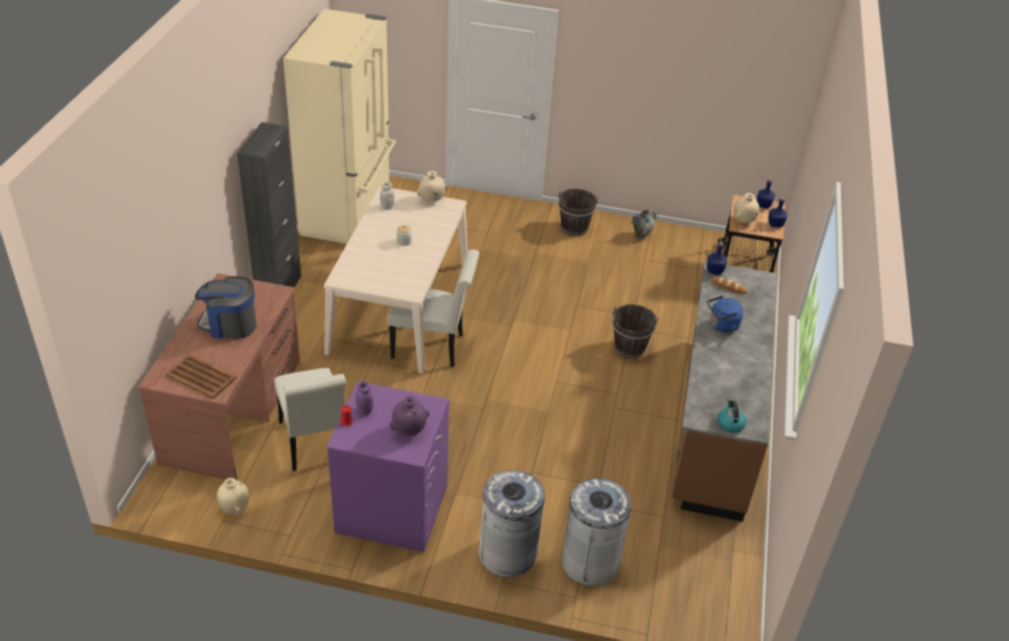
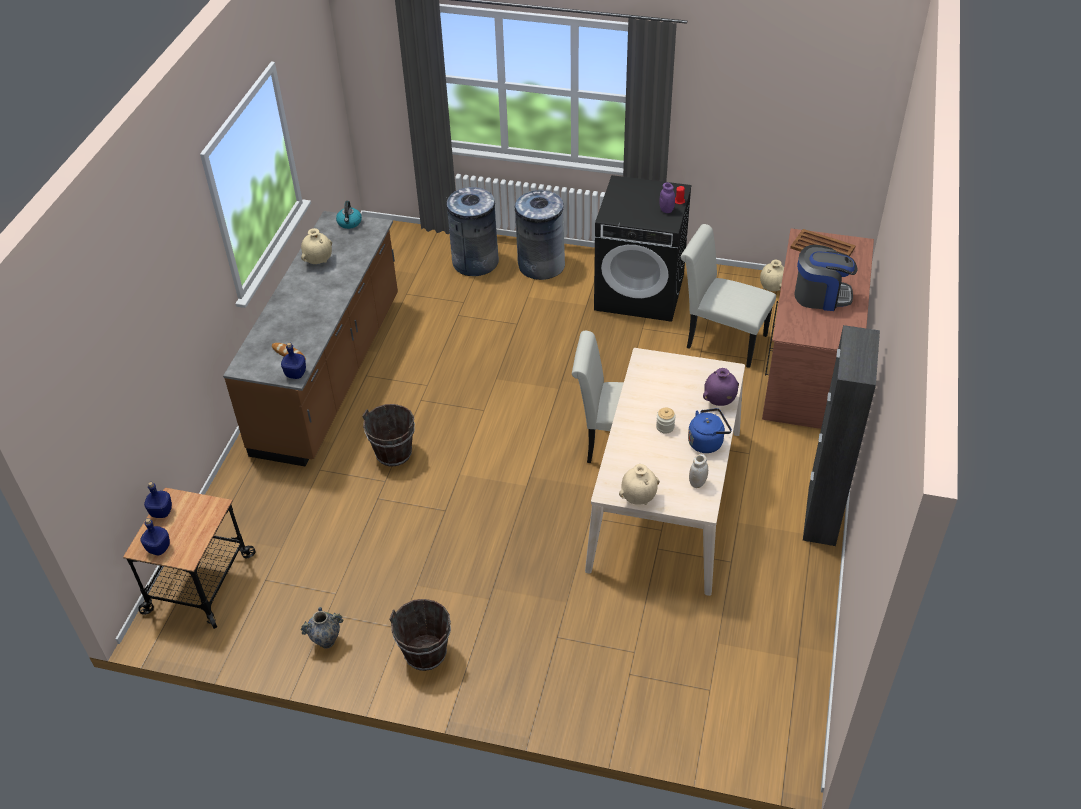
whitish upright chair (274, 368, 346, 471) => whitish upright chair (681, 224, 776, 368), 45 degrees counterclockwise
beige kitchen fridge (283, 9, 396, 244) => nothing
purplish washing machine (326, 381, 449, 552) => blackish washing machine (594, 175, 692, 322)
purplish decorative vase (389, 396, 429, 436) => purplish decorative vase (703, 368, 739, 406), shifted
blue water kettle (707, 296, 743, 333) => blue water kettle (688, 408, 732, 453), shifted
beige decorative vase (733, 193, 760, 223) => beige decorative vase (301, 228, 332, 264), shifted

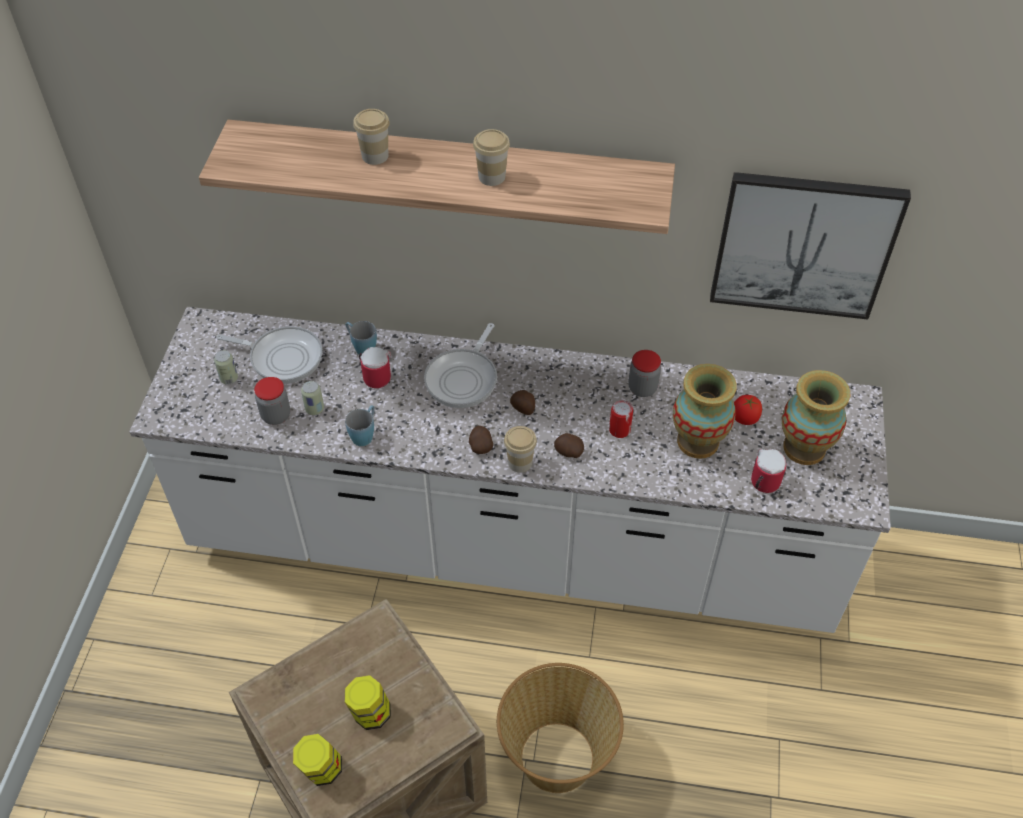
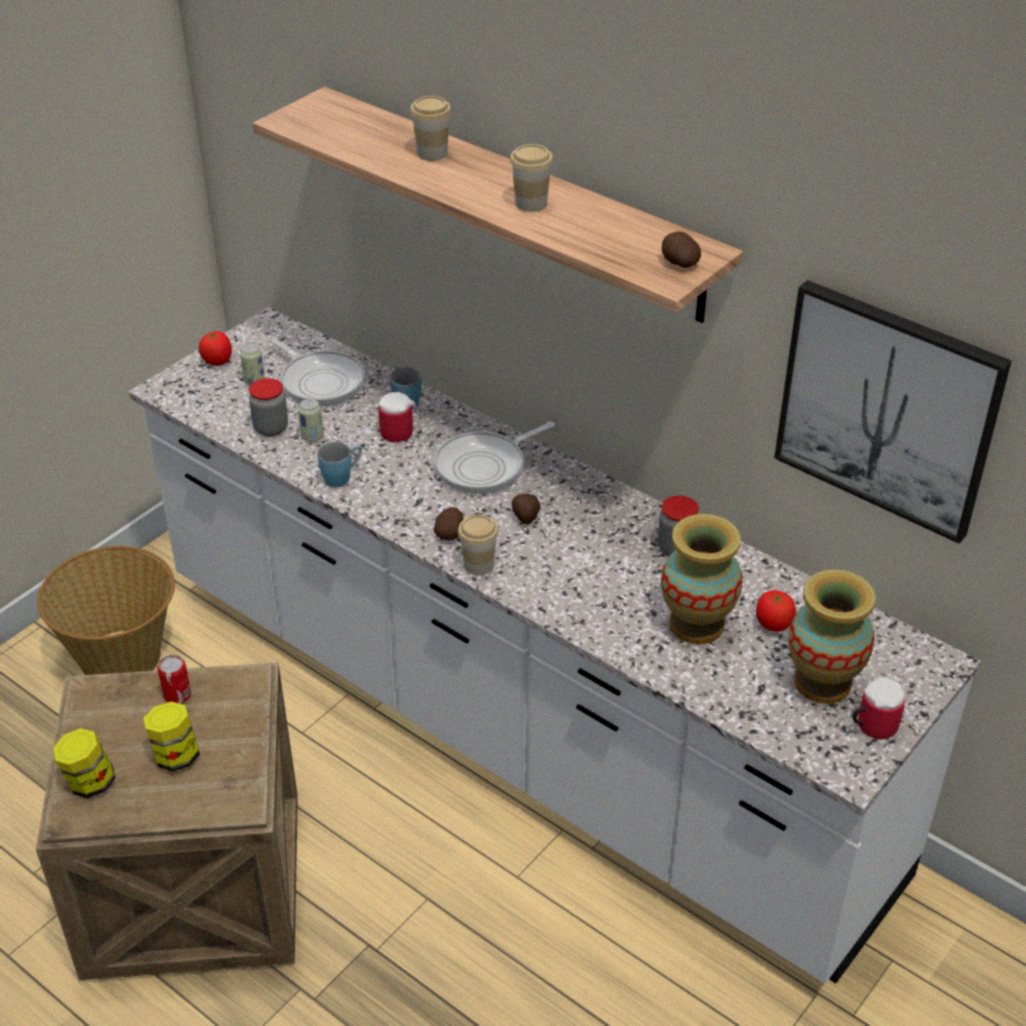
basket (497, 663, 624, 793) => basket (37, 546, 175, 675), shifted
spud (554, 433, 584, 458) => spud (662, 232, 701, 268), shifted
can (609, 400, 633, 438) => can (157, 655, 191, 704), shifted
tea mug (751, 449, 786, 493) => tea mug (853, 676, 905, 739), shifted
nothing => fresh tomato (199, 331, 232, 366)

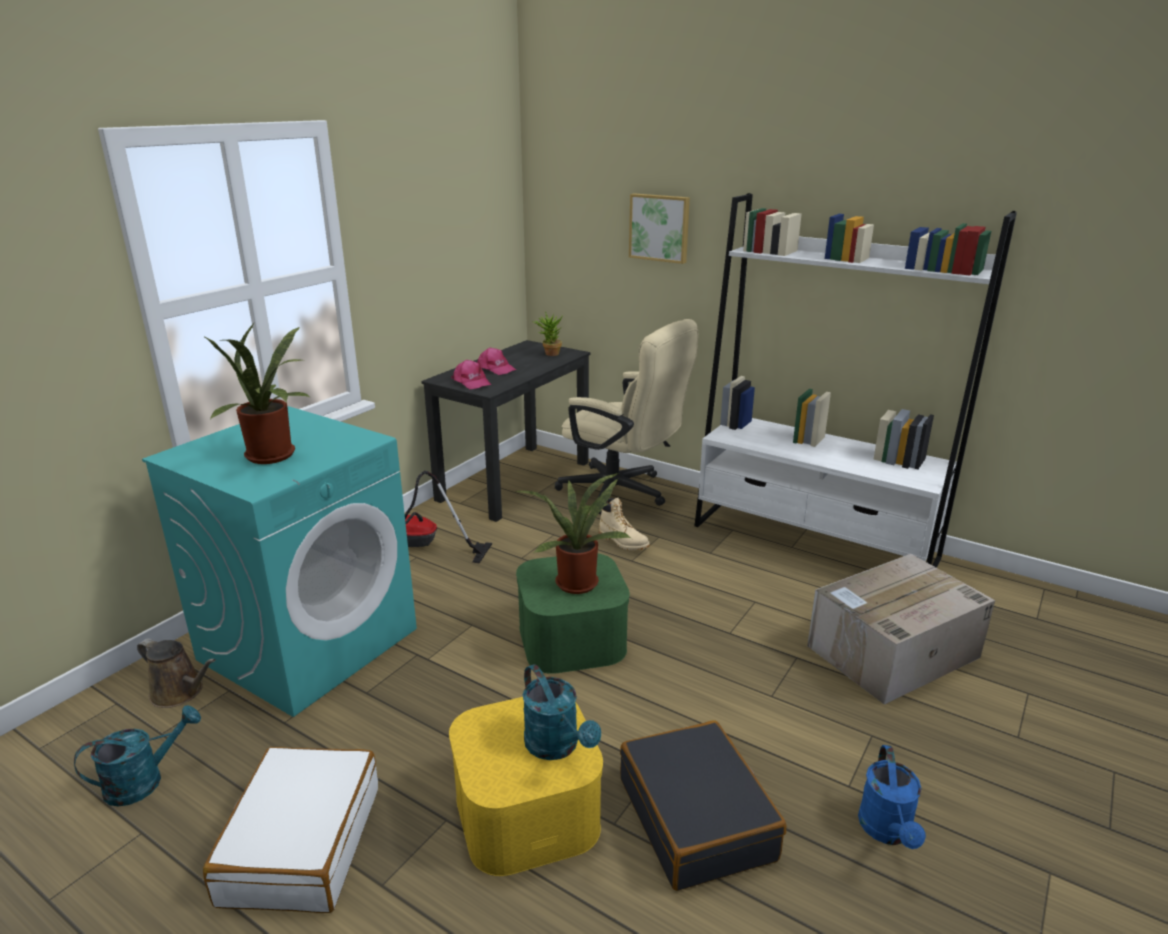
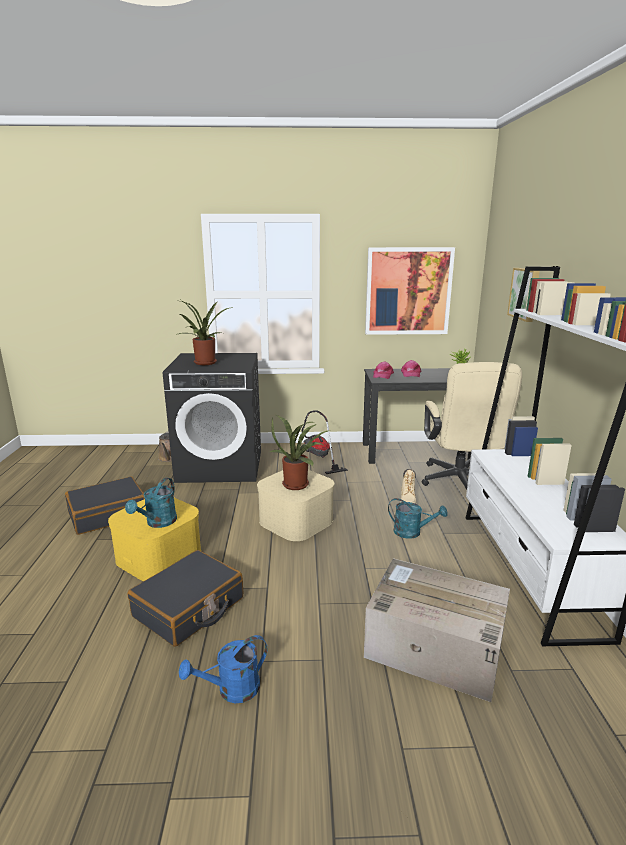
turquoise watering can (74, 705, 201, 807) => turquoise watering can (388, 498, 448, 539), shifted
turquoise washing machine (142, 406, 417, 717) => blackish washing machine (162, 353, 261, 483)
whitish suitcase (203, 747, 378, 913) => blackish suitcase (65, 476, 145, 535)
green-coloured storage container (516, 553, 630, 674) => beige storage container (257, 470, 334, 541)
nothing => wall art (365, 247, 455, 335)

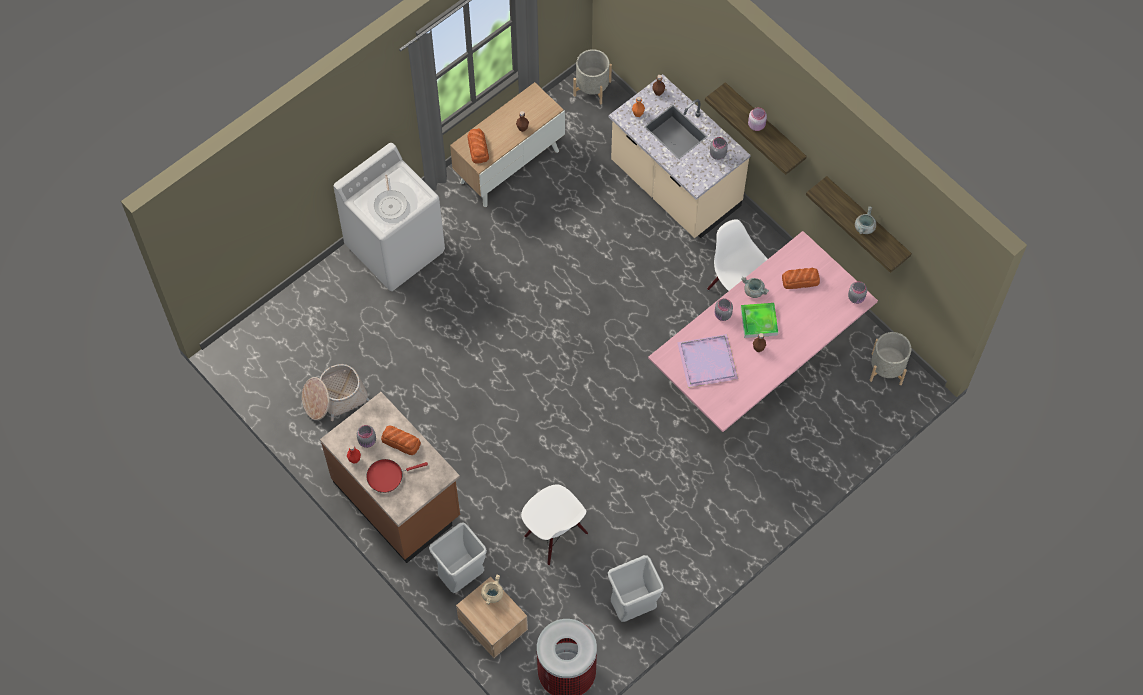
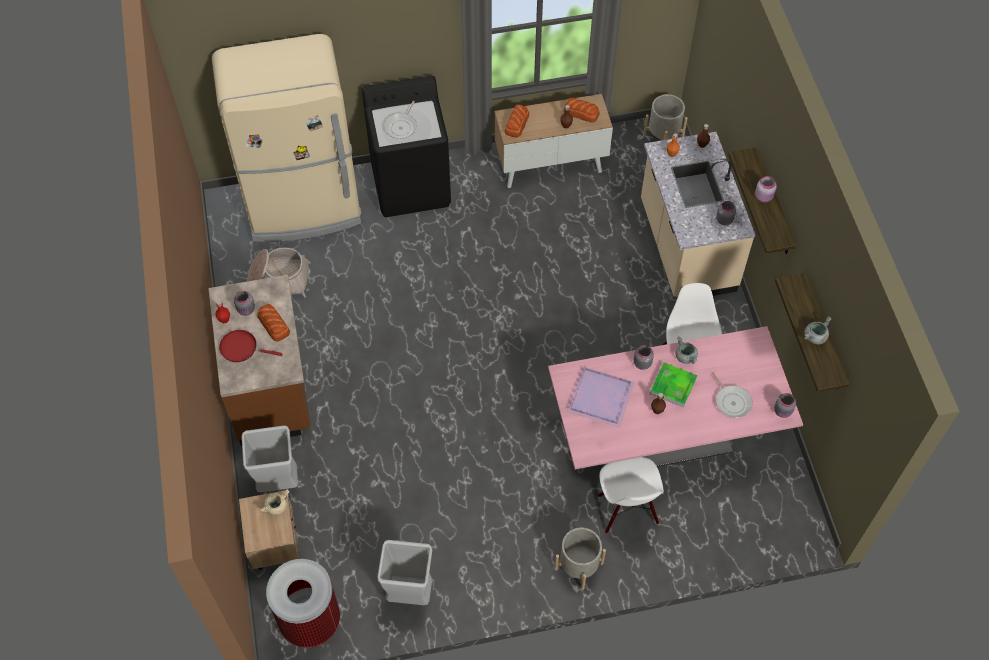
whitish washing machine (333, 143, 445, 291) => blackish washing machine (361, 76, 451, 217)
whitish upright chair (521, 485, 588, 565) => whitish upright chair (598, 457, 664, 533), shifted
bakery bread (782, 268, 820, 289) => bakery bread (563, 98, 600, 122), shifted
grey planter (870, 332, 911, 385) => grey planter (554, 528, 606, 590), shifted
nothing => beige kitchen fridge (212, 34, 361, 242)
nothing => pan (712, 372, 753, 418)

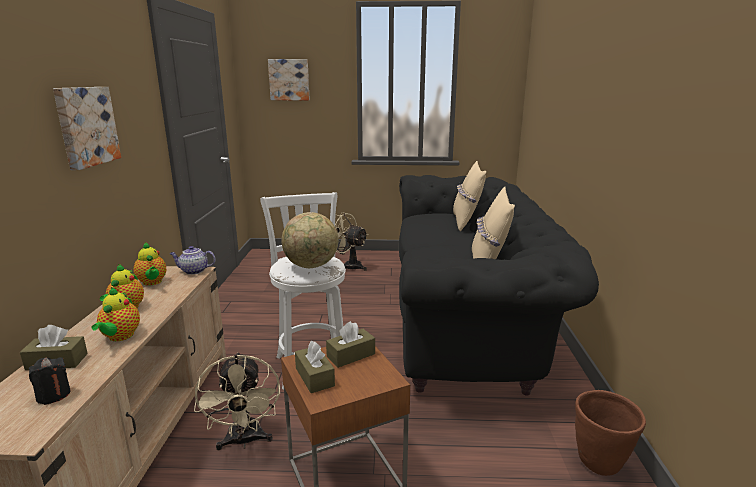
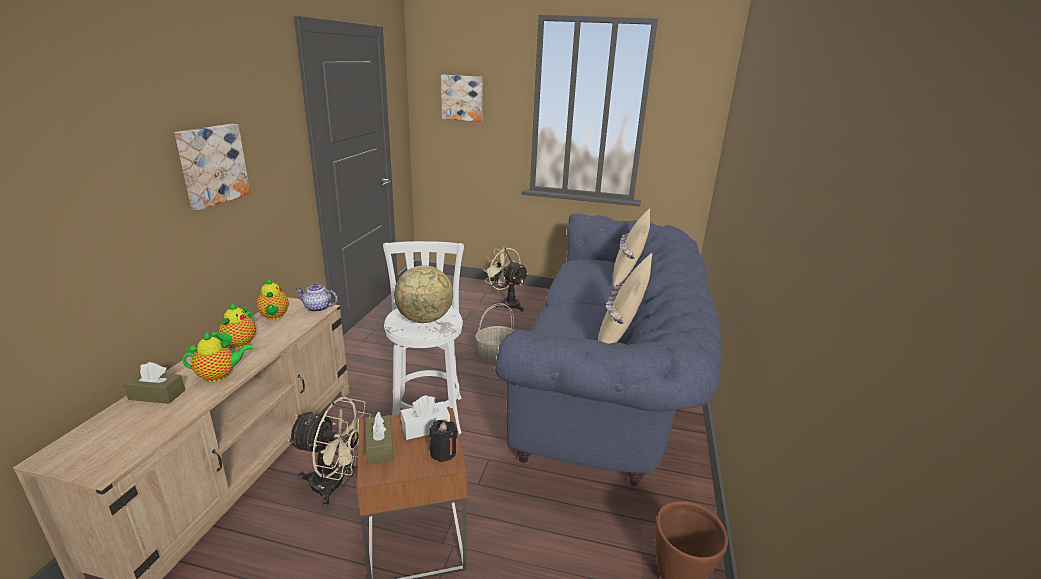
blackish candle (29, 357, 71, 405) => blackish candle (430, 420, 458, 462), shifted
teapot (91, 287, 140, 341) => teapot (182, 332, 253, 382), 120 degrees counterclockwise
beige fan (194, 352, 280, 450) => beige fan (287, 397, 371, 506), 75 degrees counterclockwise
brown-coloured tissue holder (326, 321, 375, 368) => whitish tissue holder (401, 395, 450, 440)
blackish settee (399, 175, 599, 396) => blue settee (495, 214, 722, 486)
nothing => basket (475, 303, 515, 360)

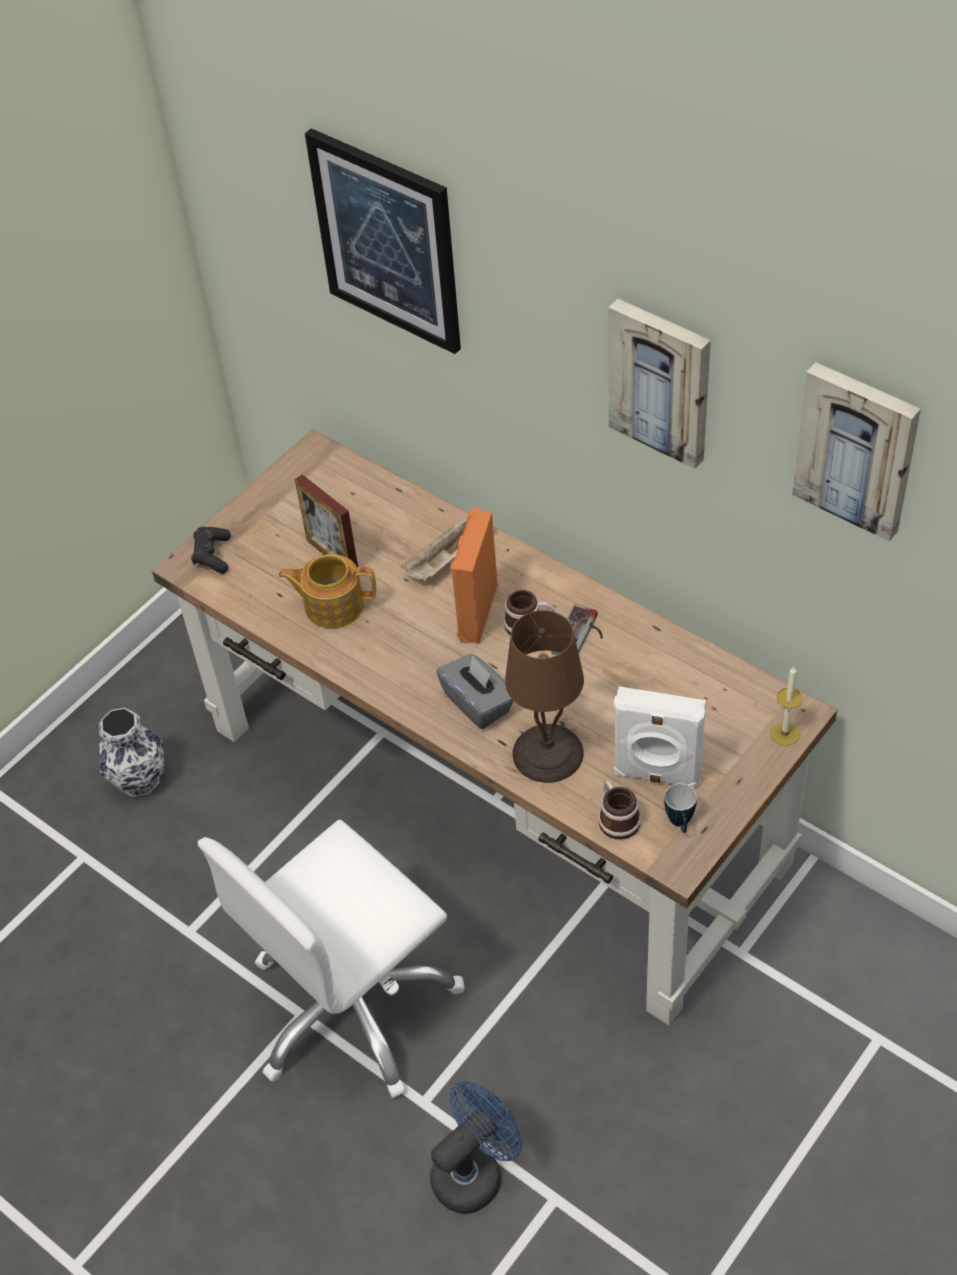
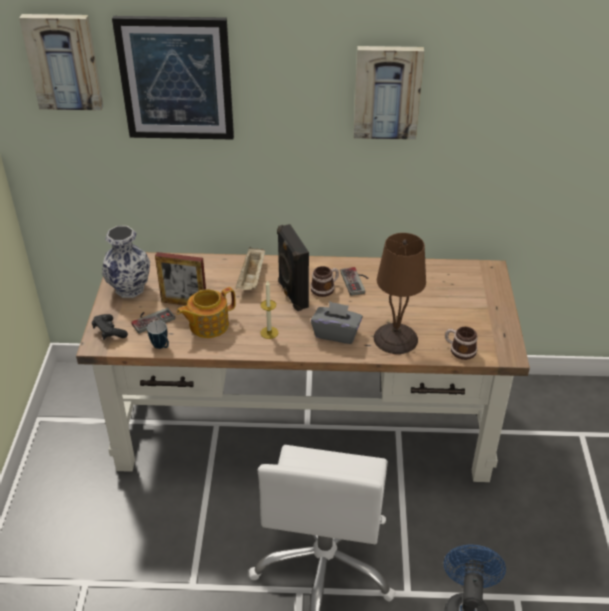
decorative vase (99, 708, 164, 797) => decorative vase (102, 226, 150, 298), shifted
orange-coloured audio speaker (450, 508, 498, 644) => blackish audio speaker (277, 224, 309, 311)
whitish audio speaker (614, 686, 706, 789) => nothing
tea mug (664, 783, 697, 833) => tea mug (147, 321, 169, 349), shifted
candle (770, 667, 803, 746) => candle (261, 280, 278, 339), shifted
wall art (792, 362, 921, 542) => wall art (19, 14, 103, 110), shifted
nothing => gamepad (131, 307, 175, 334)

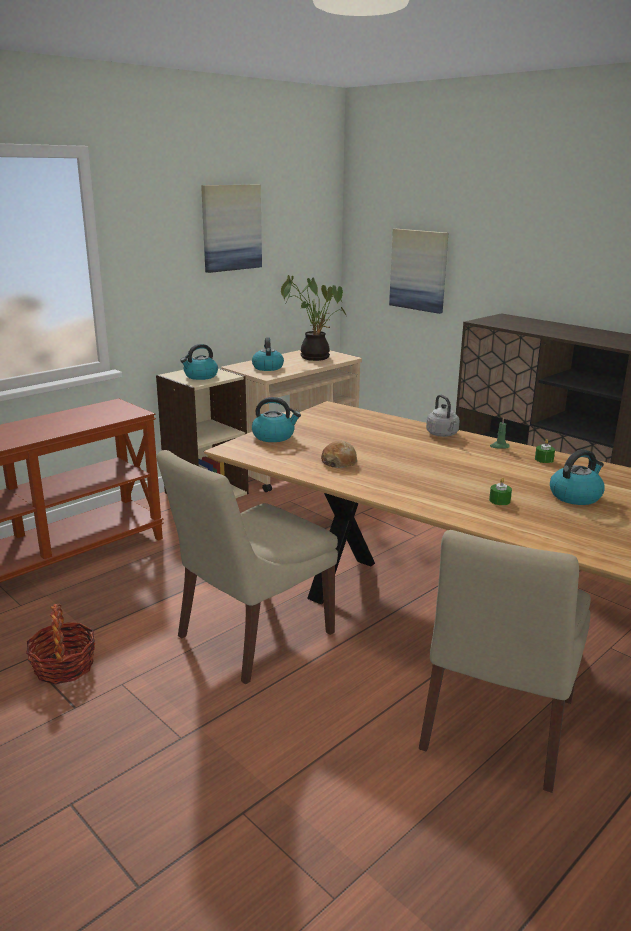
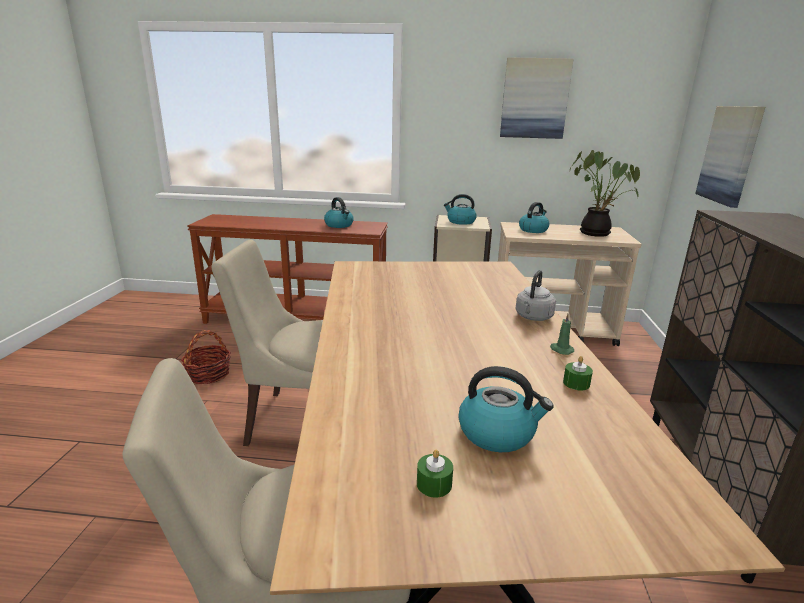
water kettle (252, 397, 301, 442) => water kettle (324, 197, 354, 228), shifted
bakery bread (321, 440, 357, 468) => nothing
green-coloured candle (489, 478, 512, 505) => green-coloured candle (417, 449, 453, 498), shifted

